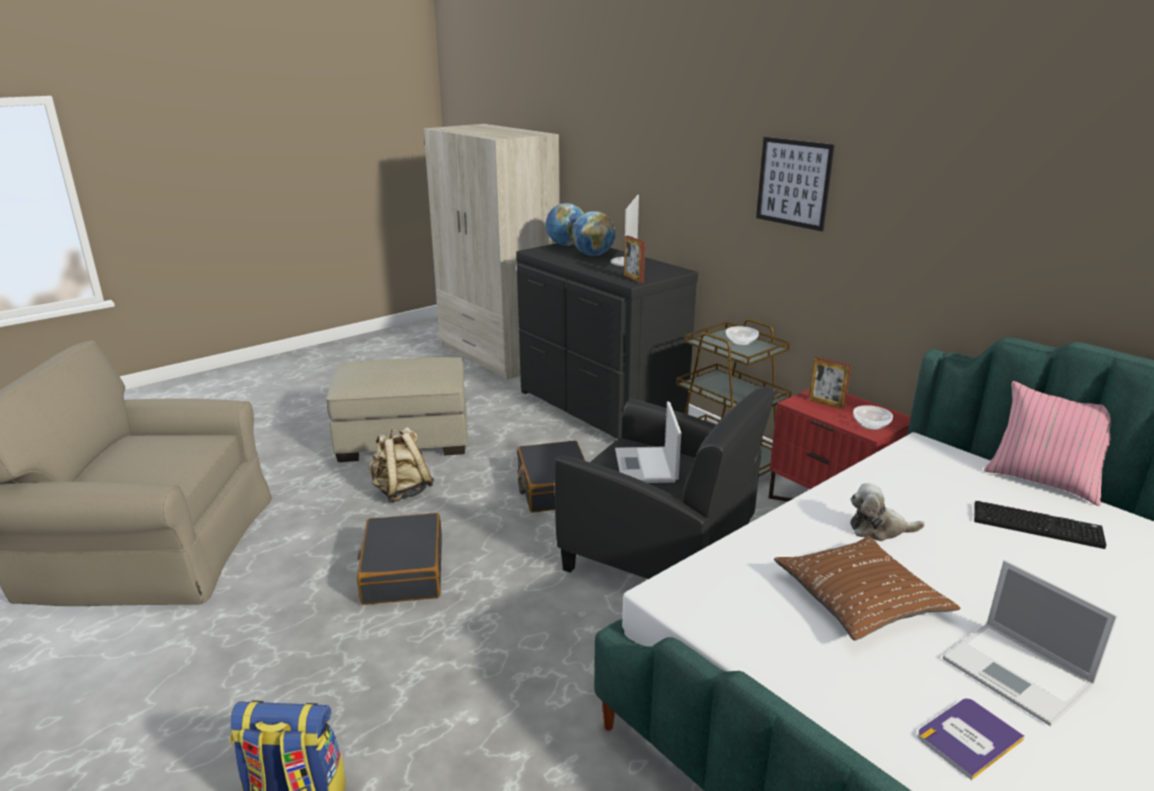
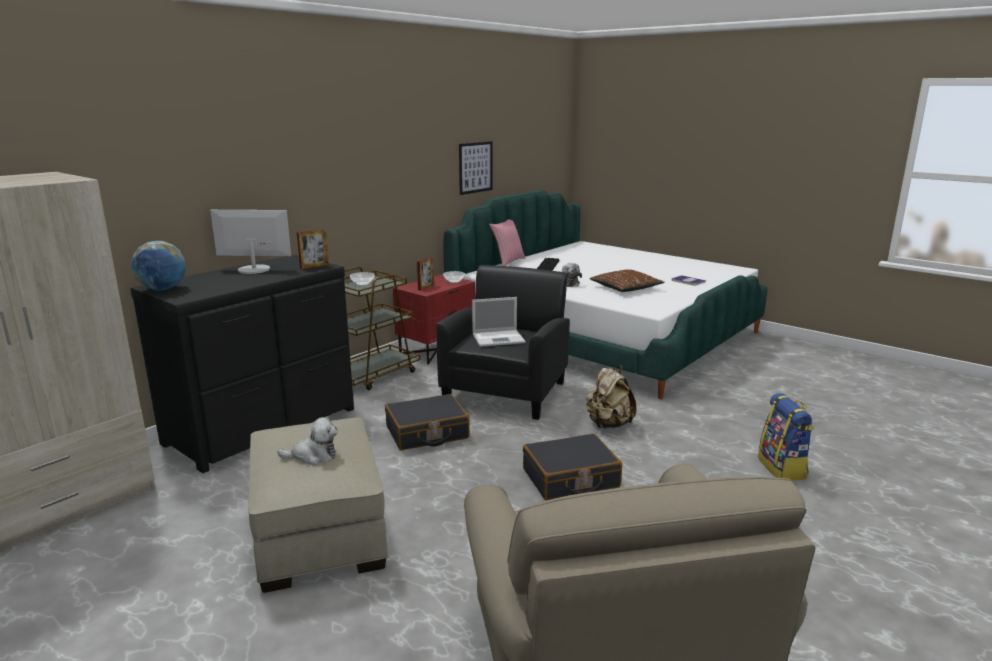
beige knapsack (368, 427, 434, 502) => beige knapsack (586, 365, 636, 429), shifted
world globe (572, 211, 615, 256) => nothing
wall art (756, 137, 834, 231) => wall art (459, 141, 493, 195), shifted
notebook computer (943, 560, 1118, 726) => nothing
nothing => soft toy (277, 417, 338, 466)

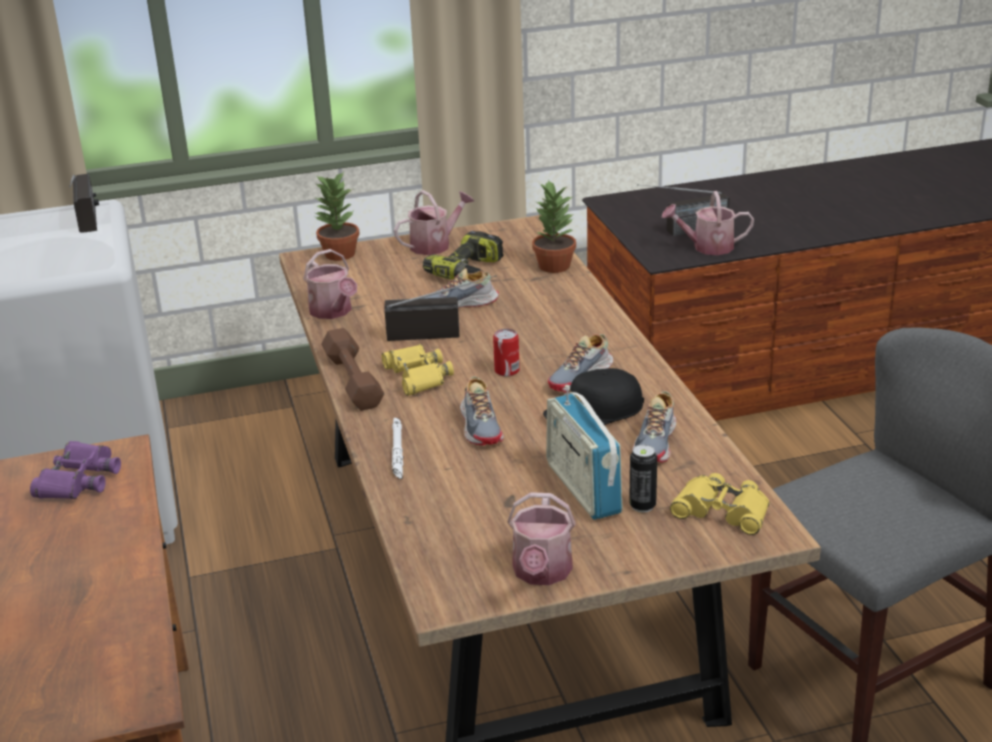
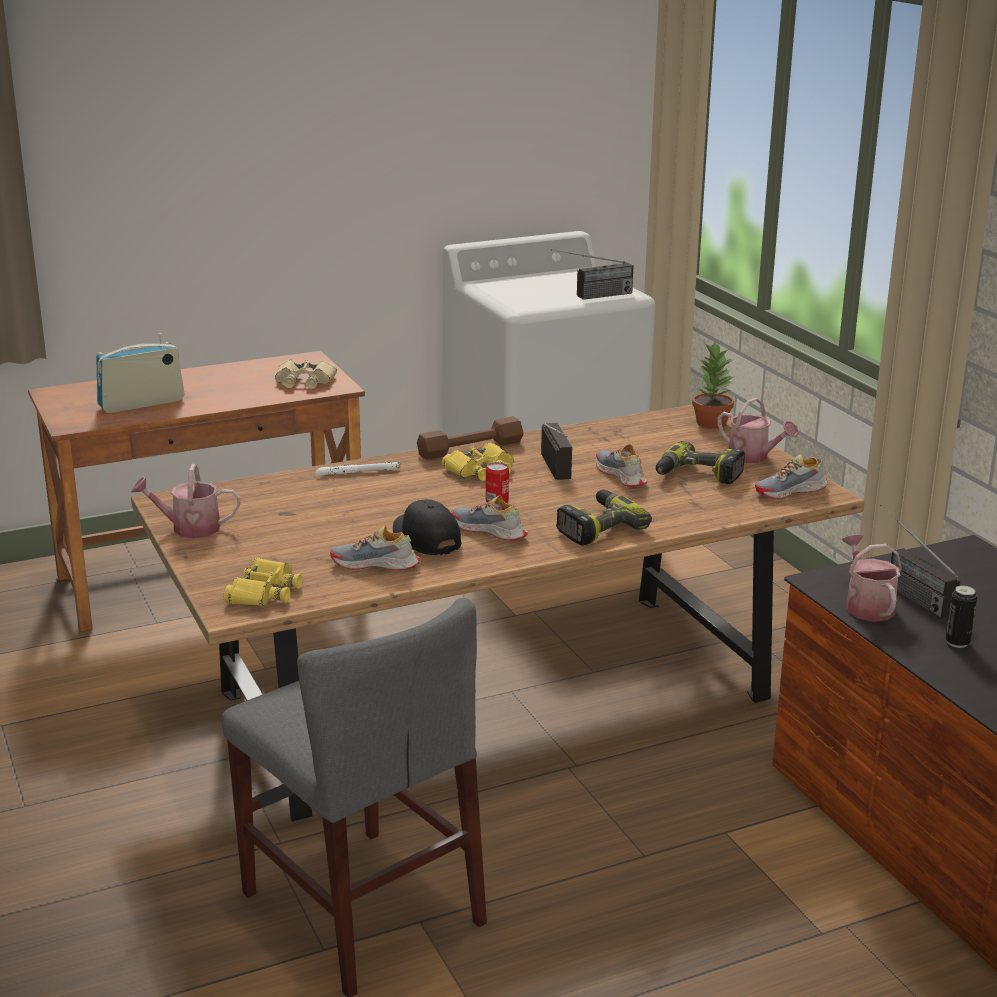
purplish field glasses (30, 441, 121, 499) => beige field glasses (275, 360, 337, 389)
watering can (303, 249, 357, 319) => nothing
low shoe (460, 376, 504, 445) => low shoe (755, 454, 828, 499), shifted
houseplant (532, 180, 576, 273) => nothing
radio receiver (546, 385, 623, 520) => radio receiver (96, 333, 185, 413), shifted
can (629, 444, 657, 512) => can (945, 585, 977, 648), shifted
nothing => power drill (556, 489, 652, 545)

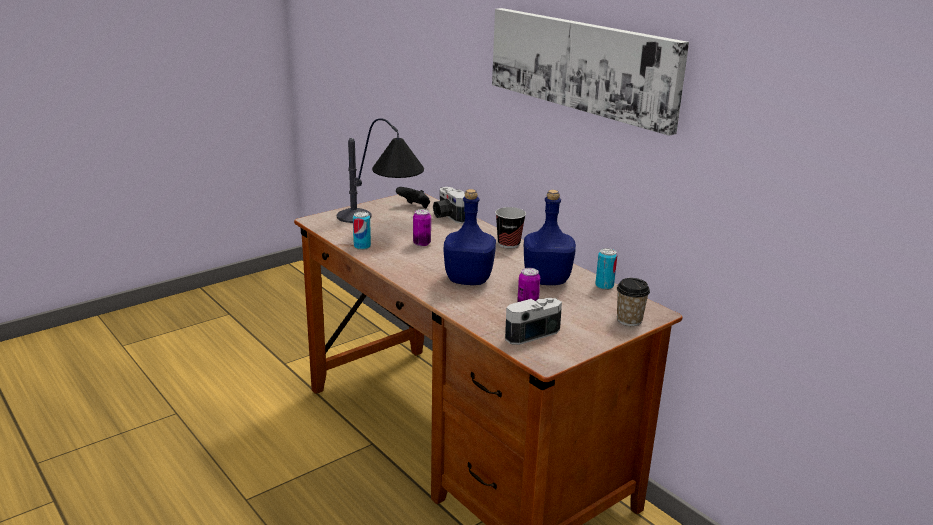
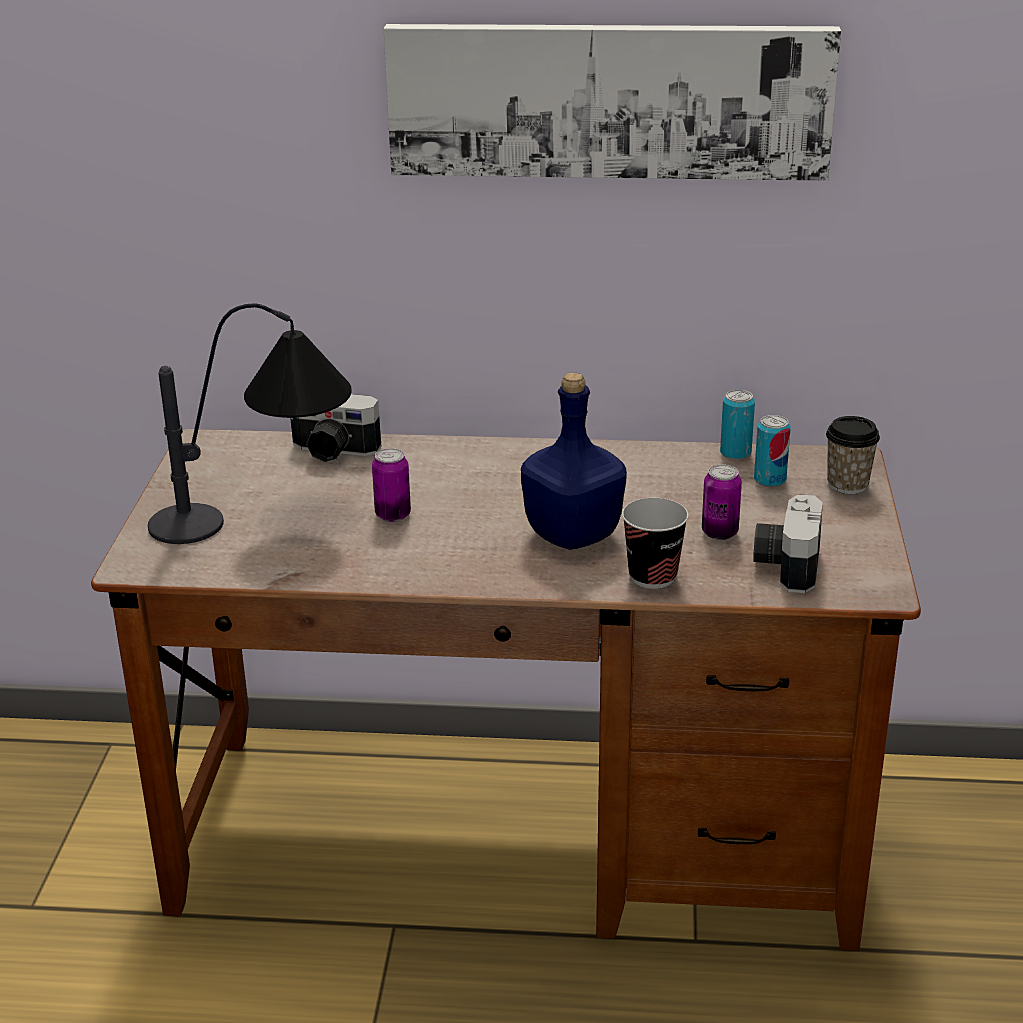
can (353, 212, 371, 250) => can (754, 415, 791, 487), shifted
blackish gamepad (396, 187, 430, 208) => nothing
small cup (495, 207, 526, 249) => small cup (622, 498, 689, 589), shifted
blue bottle (524, 190, 576, 285) => nothing

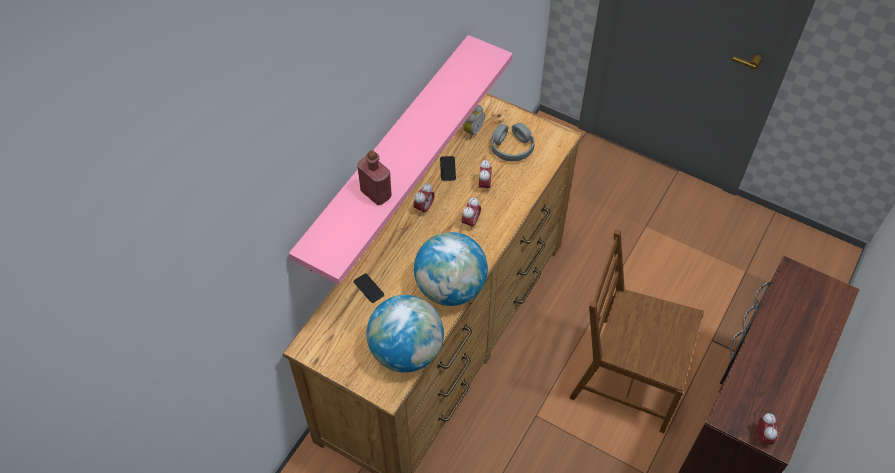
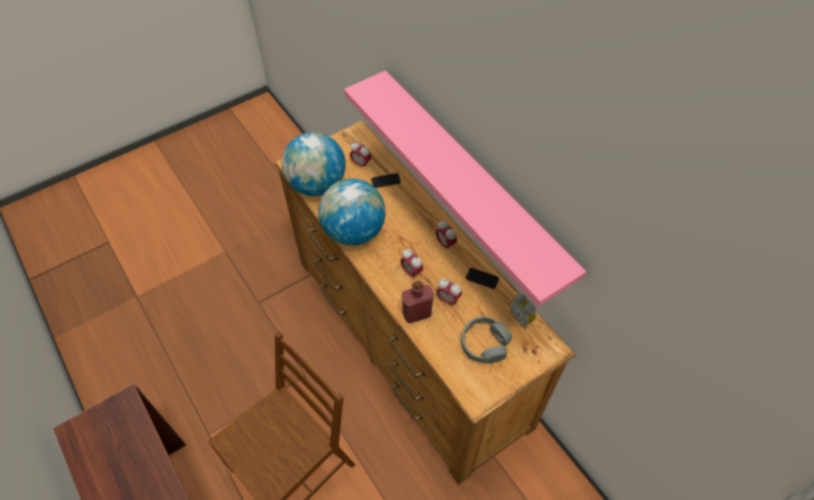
red-coloured bottle (357, 150, 392, 205) => red-coloured bottle (402, 281, 434, 324), shifted
alarm clock (757, 413, 778, 447) => alarm clock (350, 142, 372, 169), shifted

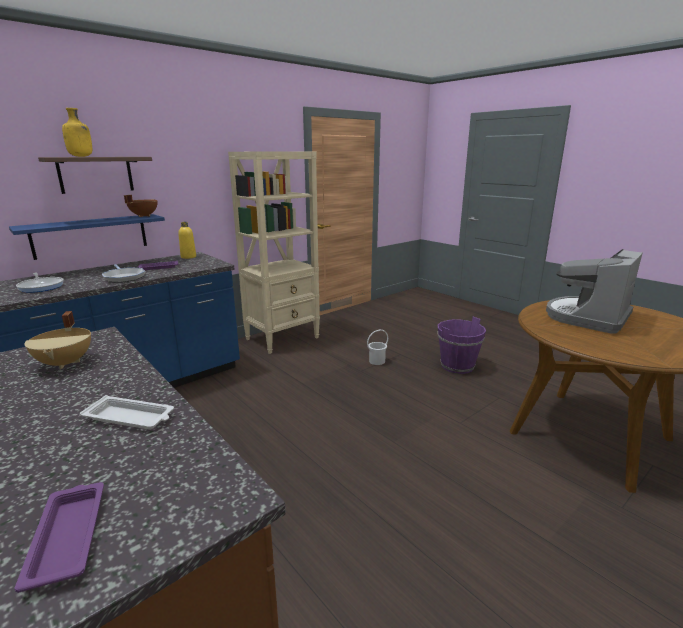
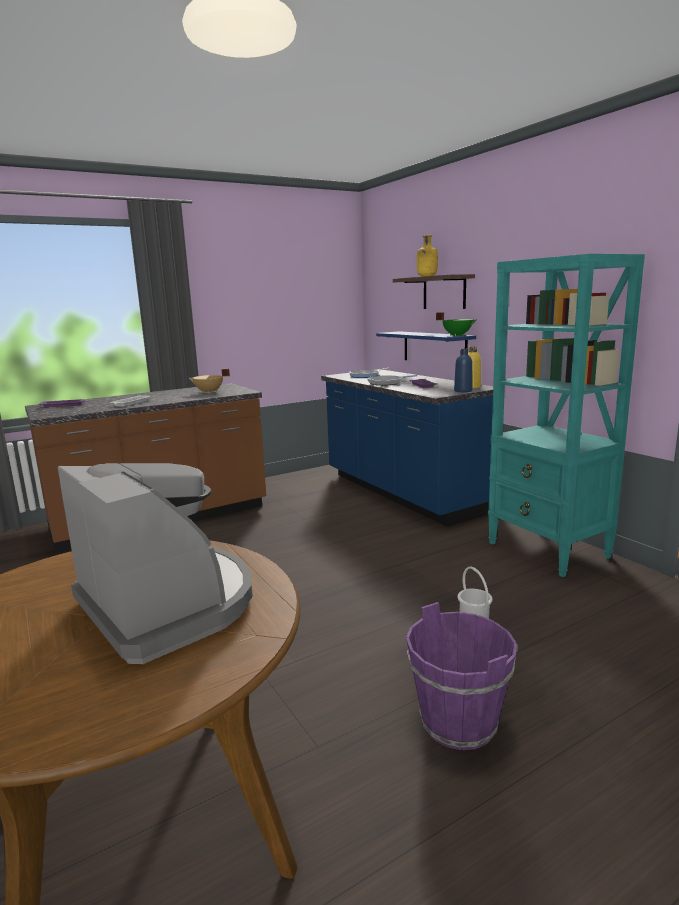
brown-coloured stockpot (124, 195, 158, 217) => green-coloured stockpot (436, 312, 477, 336)
beige bookshelf (228, 151, 320, 354) => turquoise bookshelf (488, 254, 645, 577)
nothing => blue bottle (454, 349, 473, 392)

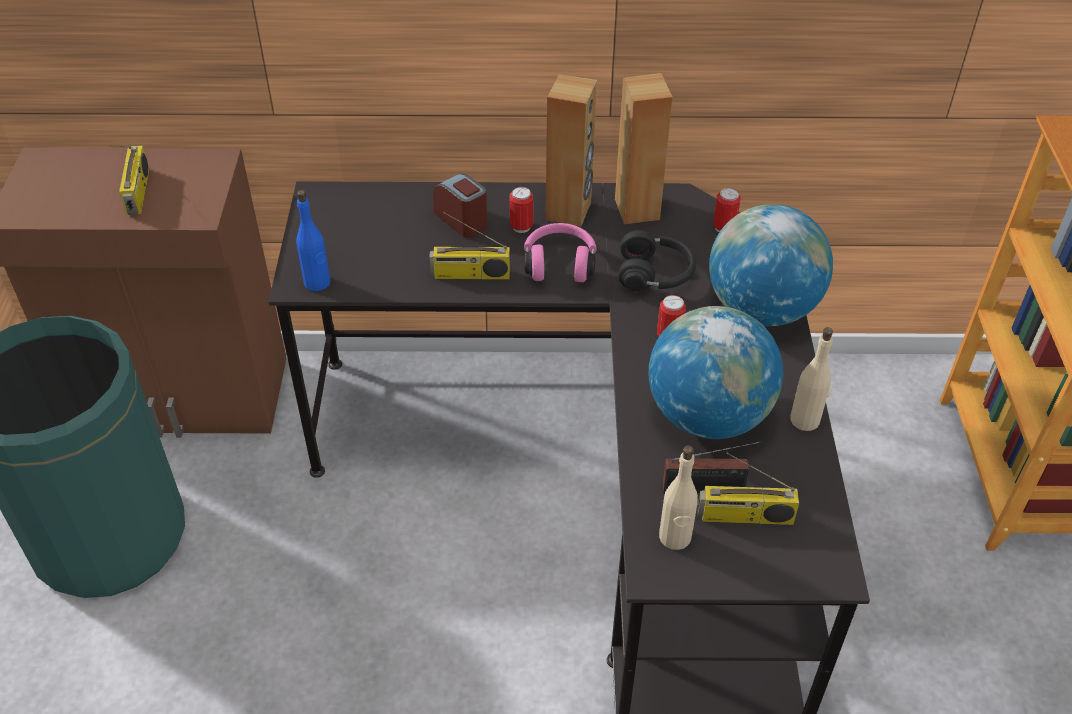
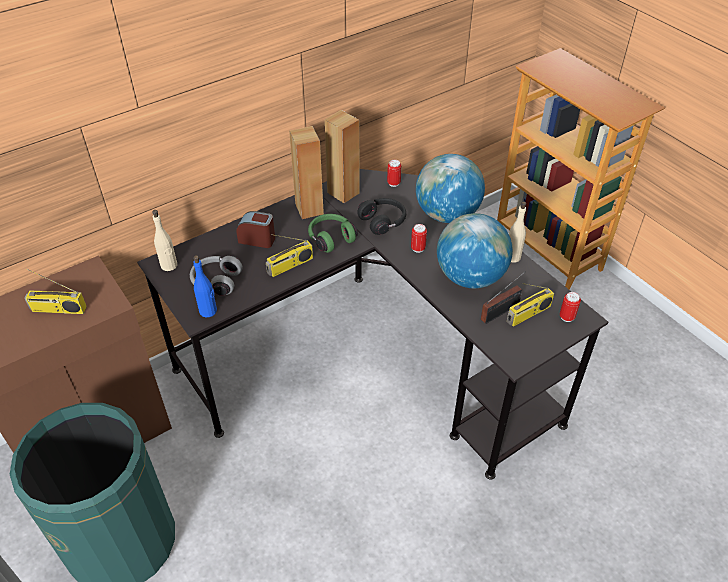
radio receiver (111, 145, 149, 215) => radio receiver (24, 269, 87, 314), 135 degrees clockwise
can (510, 187, 533, 233) => can (560, 292, 581, 322), shifted
pinkish headphones (524, 223, 597, 282) => green-coloured headphones (308, 214, 358, 253)
beige bottle (659, 445, 698, 550) => beige bottle (152, 210, 177, 271), shifted
nothing => grey headphones (190, 256, 243, 296)

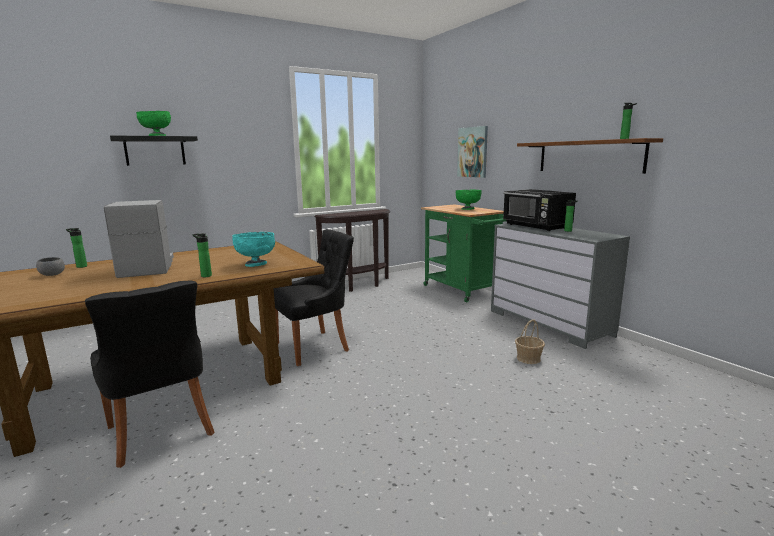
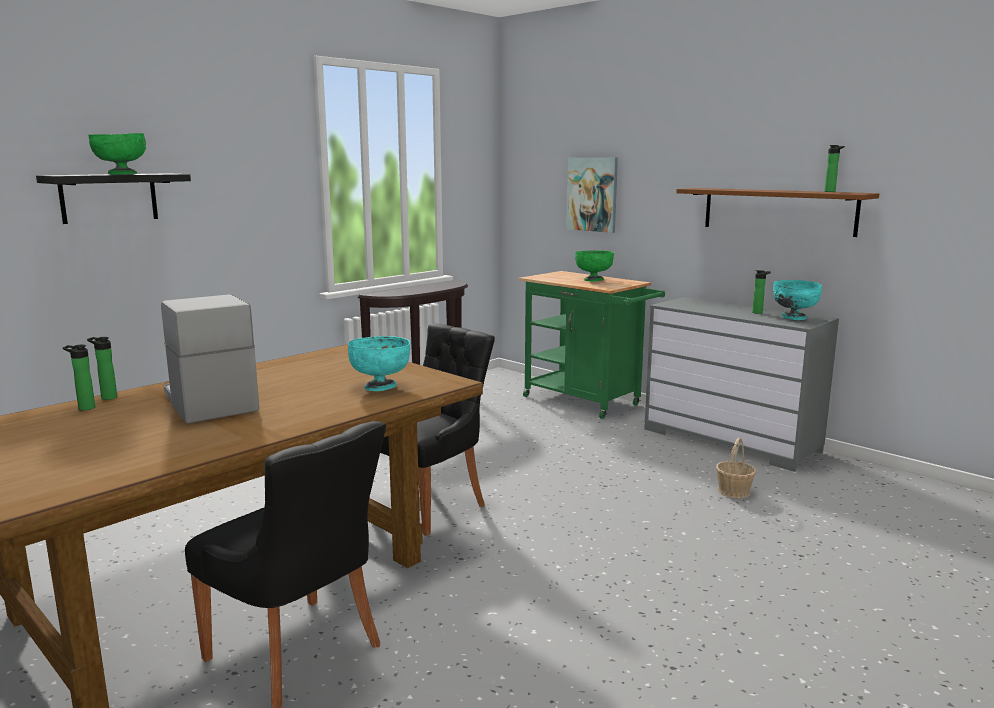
grey bowl (36, 257, 65, 276) => nothing
bottle (193, 233, 212, 277) => bottle (87, 337, 117, 400), shifted
blackish microwave (503, 189, 576, 231) => nothing
nothing => turquoise bowl (773, 280, 822, 320)

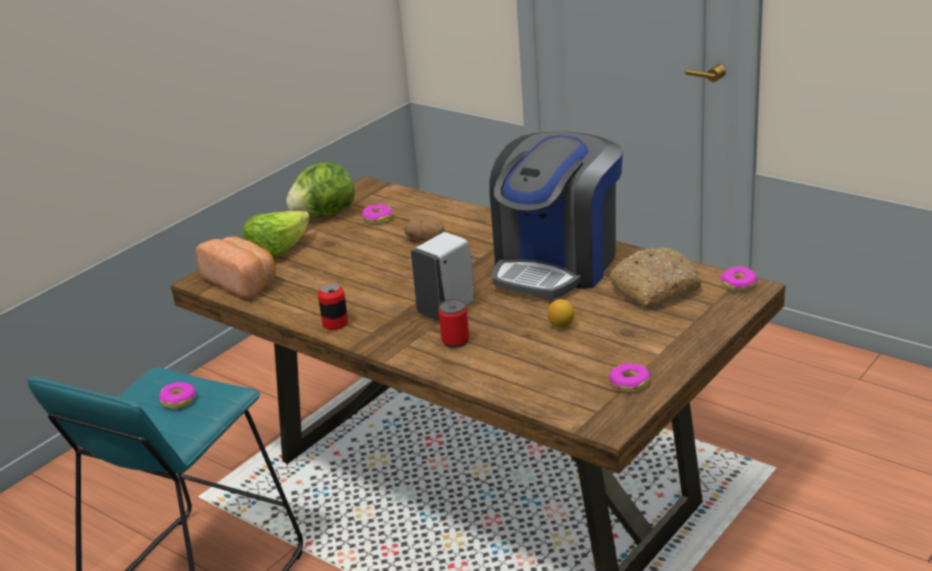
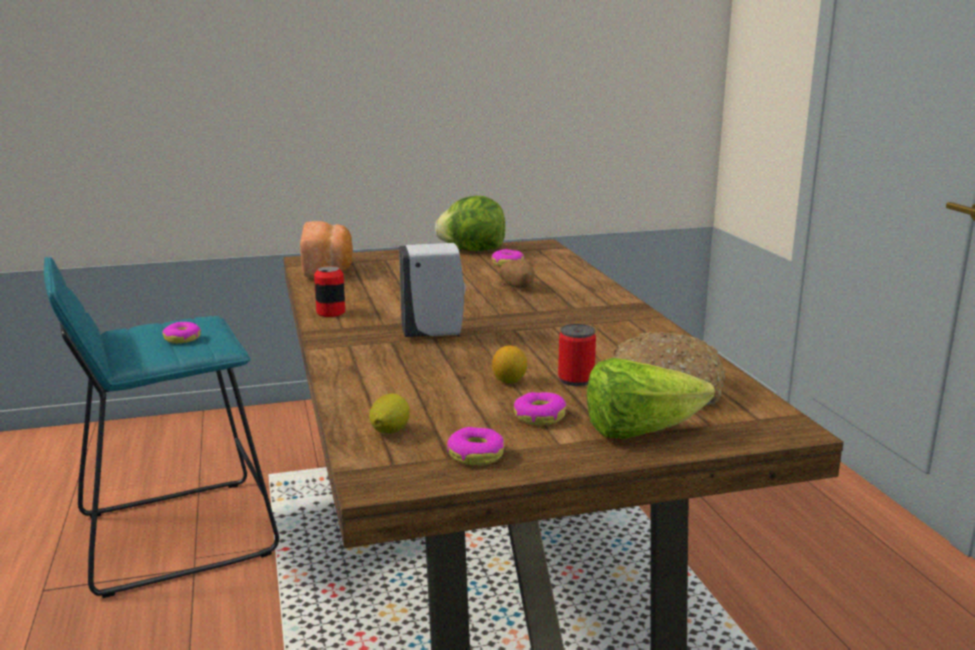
lettuce (243, 211, 310, 259) => lettuce (587, 358, 715, 439), shifted
can (439, 299, 469, 348) => can (558, 324, 596, 386), shifted
coffee brewer (489, 132, 623, 298) => nothing
donut (721, 267, 757, 291) => donut (514, 392, 566, 425), shifted
nothing => whole lemon (369, 393, 410, 434)

